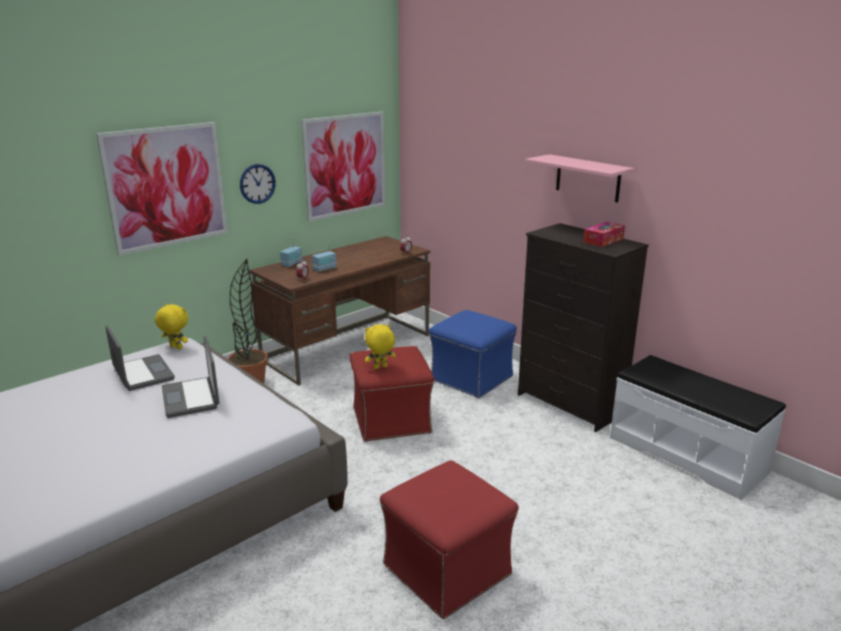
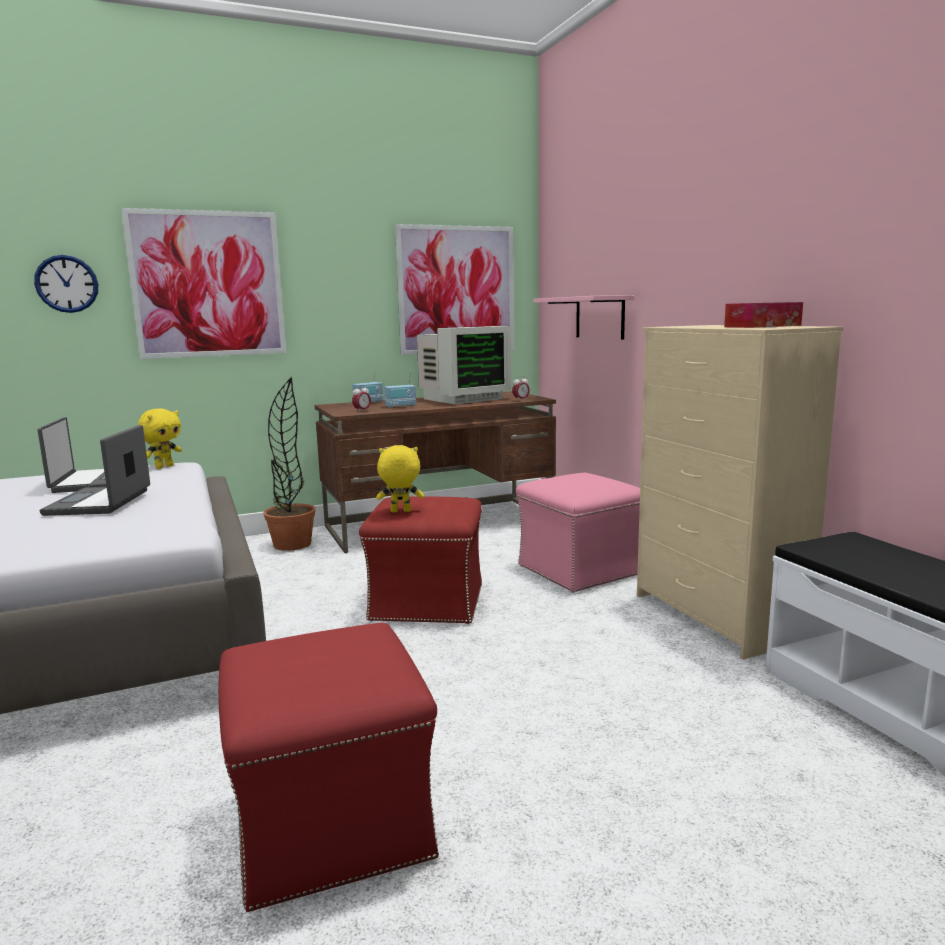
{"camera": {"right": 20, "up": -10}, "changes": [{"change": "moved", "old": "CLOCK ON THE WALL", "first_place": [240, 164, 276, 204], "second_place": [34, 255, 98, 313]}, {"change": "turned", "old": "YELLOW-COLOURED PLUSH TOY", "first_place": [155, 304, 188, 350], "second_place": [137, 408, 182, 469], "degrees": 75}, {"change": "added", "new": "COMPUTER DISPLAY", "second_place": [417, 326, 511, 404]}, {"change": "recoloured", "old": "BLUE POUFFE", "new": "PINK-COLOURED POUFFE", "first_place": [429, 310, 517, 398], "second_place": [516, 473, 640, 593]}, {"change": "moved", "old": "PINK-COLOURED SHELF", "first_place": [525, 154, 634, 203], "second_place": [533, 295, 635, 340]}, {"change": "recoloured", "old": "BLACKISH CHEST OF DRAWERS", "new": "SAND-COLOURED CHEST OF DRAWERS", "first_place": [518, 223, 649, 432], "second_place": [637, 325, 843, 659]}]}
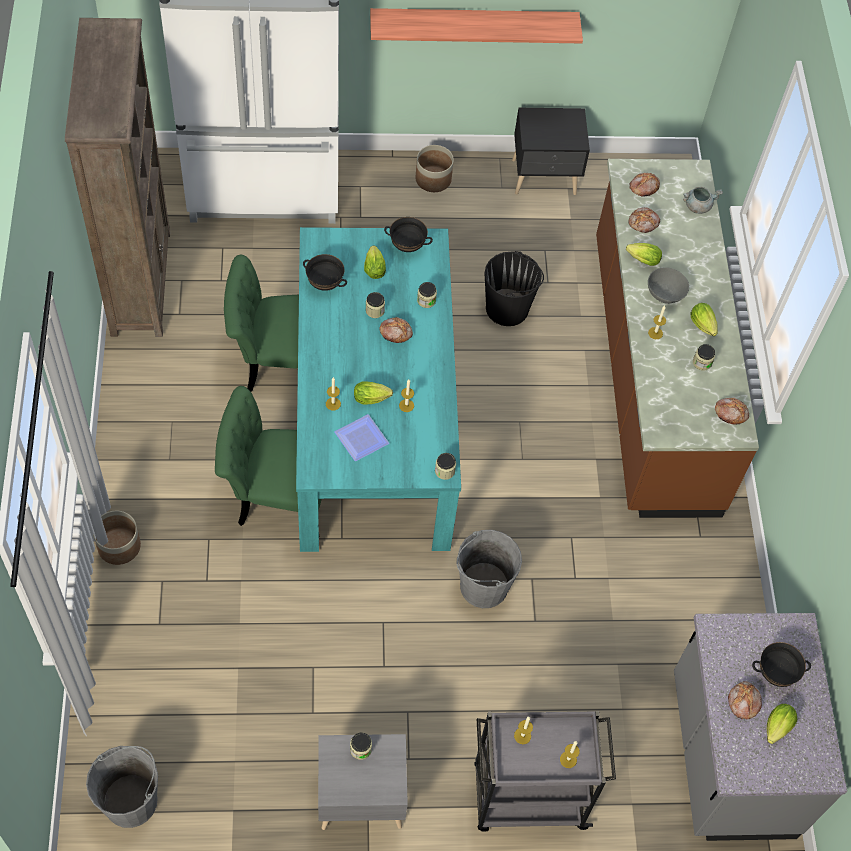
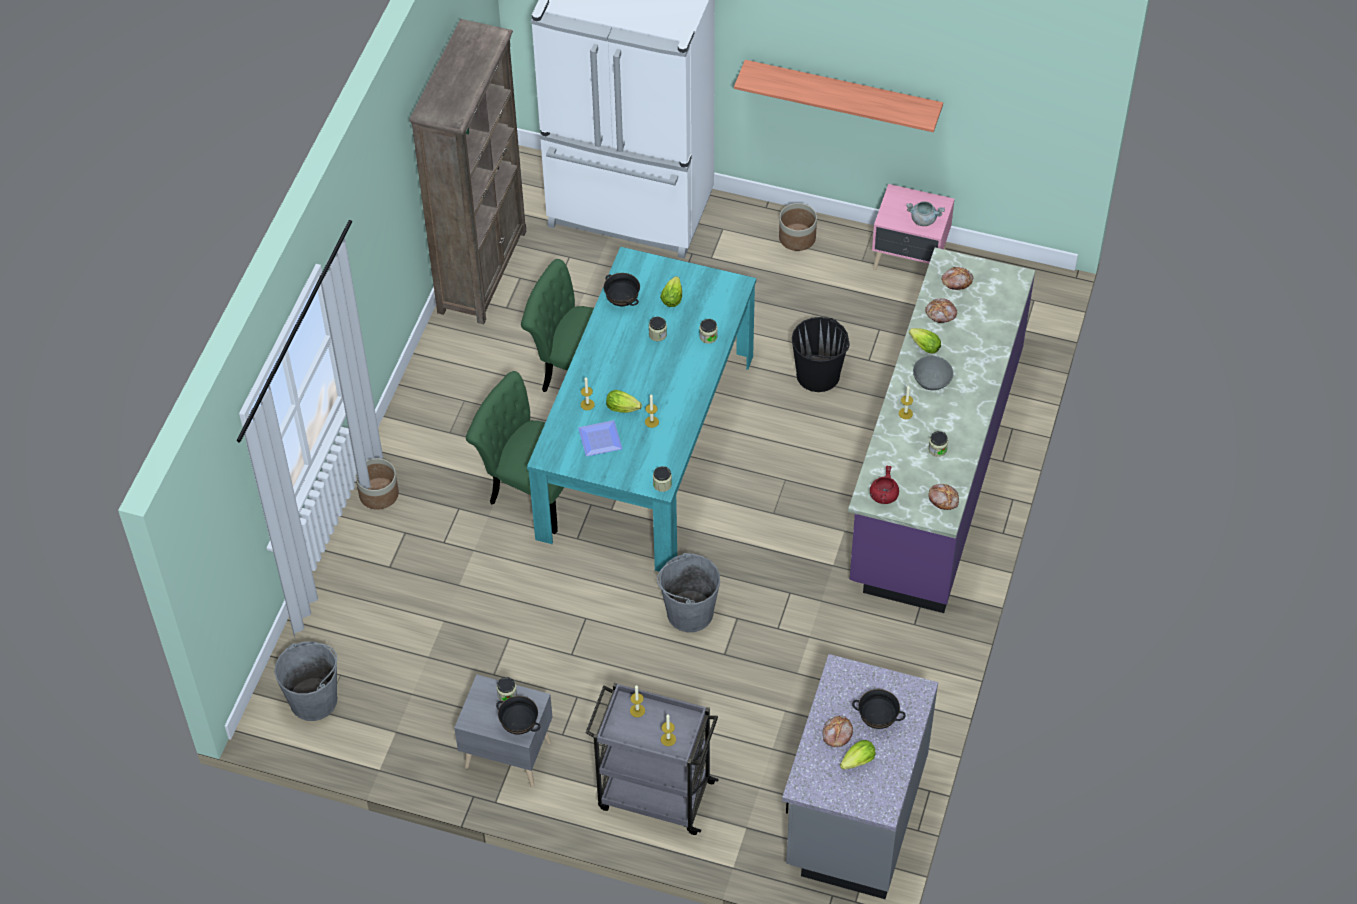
{"camera": {"right": 25, "up": -5}, "changes": [{"change": "moved", "old": "BLACKISH SERVING BOWL", "first_place": [384, 217, 433, 252], "second_place": [496, 696, 541, 735]}, {"change": "recoloured", "old": "BROWNISH KITCHEN COUNTER", "new": "PURPLE-COLOURED KITCHEN COUNTER", "first_place": [596, 159, 759, 518], "second_place": [848, 248, 1035, 613]}, {"change": "added", "new": "RED-COLOURED COOKING POT", "second_place": [870, 465, 899, 504]}, {"change": "recoloured", "old": "BLACKISH NIGHT TABLE", "new": "PINK-COLOURED NIGHT TABLE", "first_place": [512, 108, 590, 195], "second_place": [872, 184, 954, 270]}, {"change": "moved", "old": "GRAY COOKING POT", "first_place": [683, 187, 723, 214], "second_place": [906, 201, 945, 226]}, {"change": "removed", "old": "BAKERY BREAD", "first_place": [380, 317, 413, 343]}, {"change": "removed", "old": "HEAD OF LETTUCE", "first_place": [691, 303, 718, 336]}]}
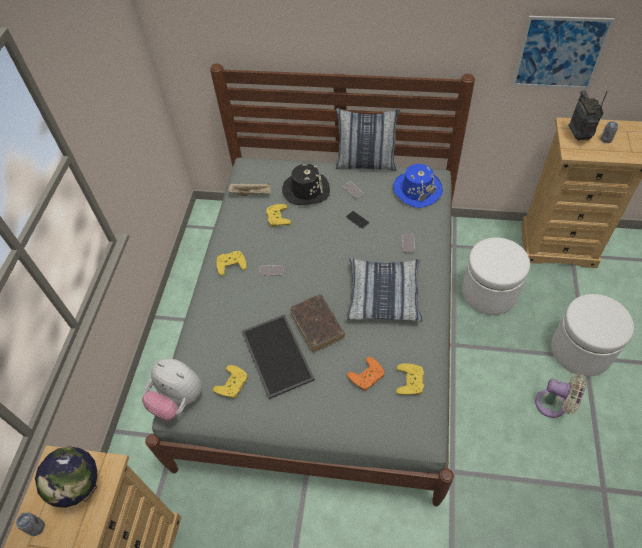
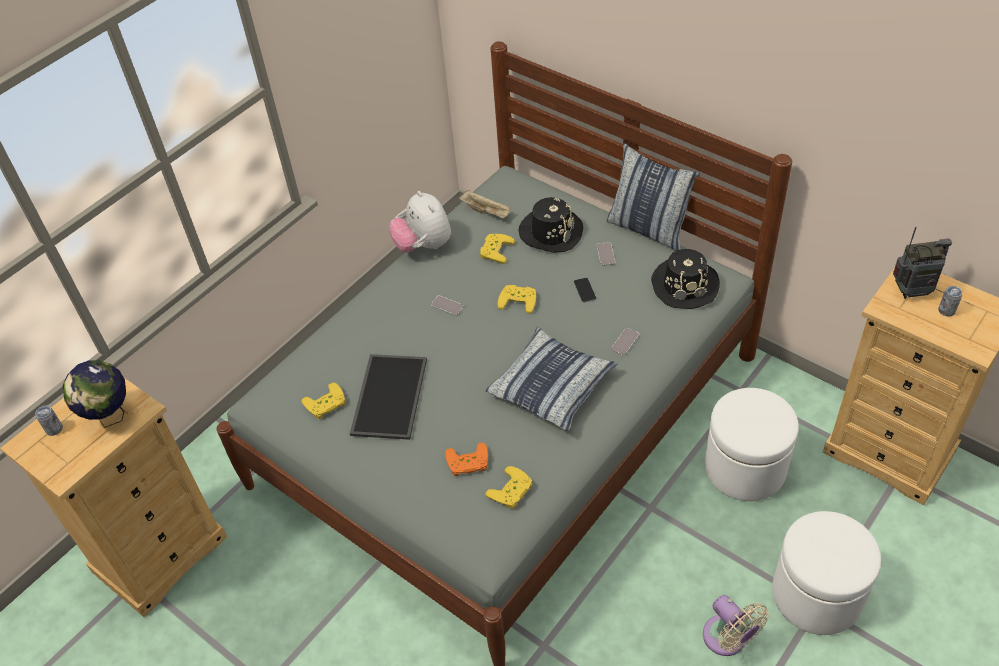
{"camera": {"right": 30, "up": -5}, "changes": [{"change": "moved", "old": "PLUSH TOY", "first_place": [142, 358, 202, 421], "second_place": [389, 191, 451, 253]}, {"change": "moved", "old": "YELLOW-COLOURED JOYPAD", "first_place": [216, 251, 247, 276], "second_place": [497, 285, 536, 314]}, {"change": "recoloured", "old": "BLUE HAT", "new": "BLACKISH HAT", "first_place": [393, 164, 443, 208], "second_place": [651, 249, 720, 309]}, {"change": "turned", "old": "RADIO SET", "first_place": [568, 90, 608, 141], "second_place": [893, 227, 952, 299], "degrees": 60}, {"change": "removed", "old": "BROWNISH BOOK", "first_place": [291, 294, 345, 352]}, {"change": "removed", "old": "WALL ART", "first_place": [512, 16, 615, 89]}]}
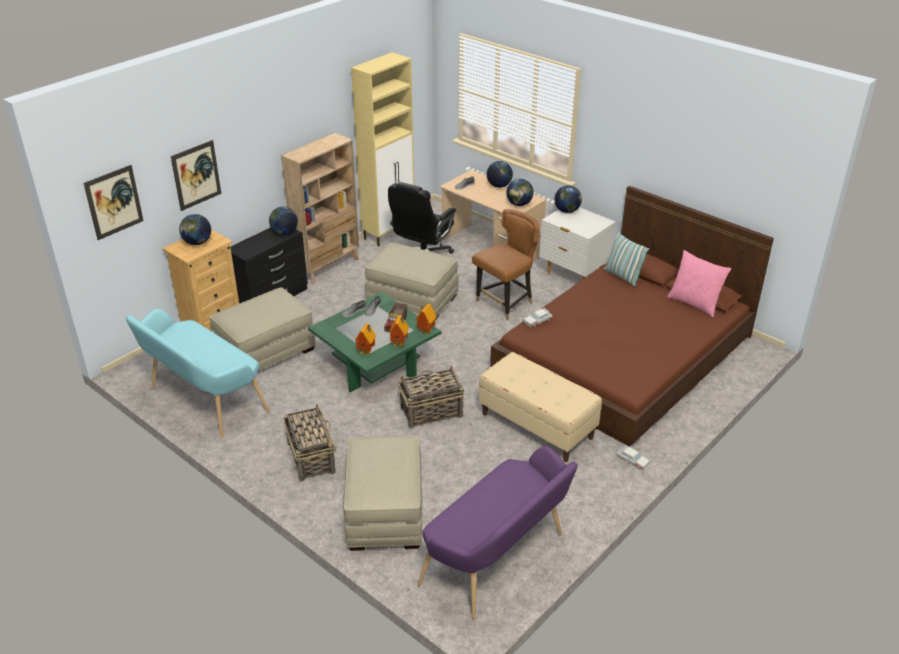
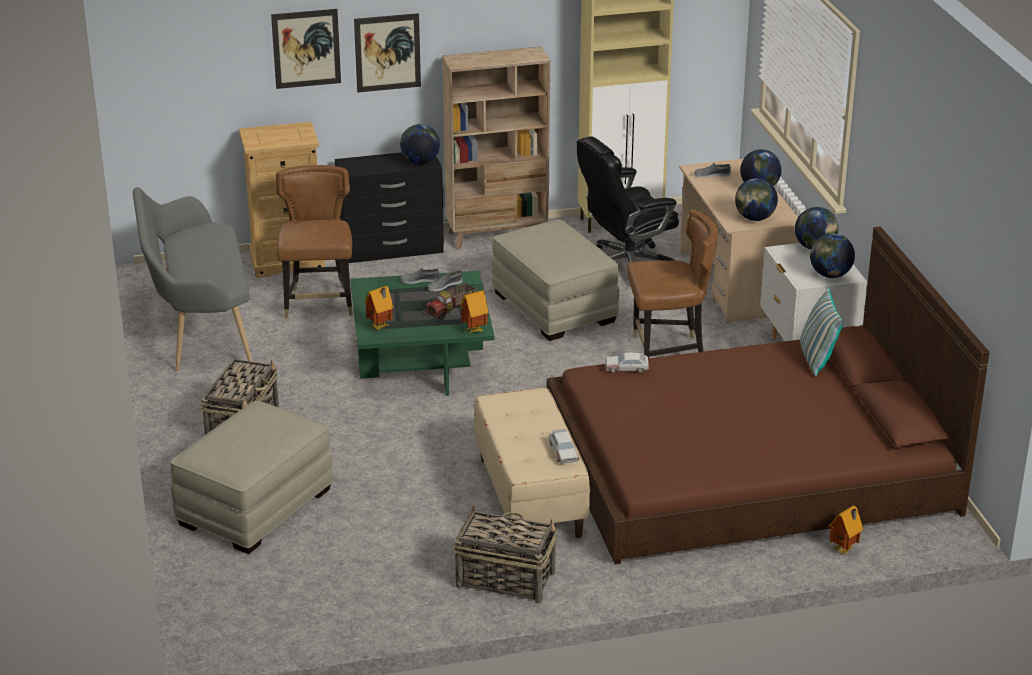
{"camera": {"right": 35, "up": -5}, "changes": [{"change": "recoloured", "old": "BLUE-GREEN BENCH", "new": "GRAY BENCH", "first_place": [126, 309, 270, 438], "second_place": [133, 187, 253, 371]}, {"change": "replaced", "old": "SAND-COLOURED POUFFE", "new": "BROWNISH UPRIGHT CHAIR", "first_place": [210, 287, 316, 371], "second_place": [276, 165, 353, 318]}, {"change": "moved", "old": "WALL ART", "first_place": [83, 165, 144, 240], "second_place": [354, 13, 421, 92]}, {"change": "moved", "old": "BASKET", "first_place": [398, 366, 464, 429], "second_place": [453, 505, 558, 604]}, {"change": "moved", "old": "MINIATURE CAR", "first_place": [617, 445, 650, 470], "second_place": [549, 429, 579, 464]}, {"change": "moved", "old": "GLOBE", "first_place": [179, 214, 211, 245], "second_place": [810, 233, 855, 278]}, {"change": "moved", "old": "TOY HOUSE", "first_place": [389, 315, 409, 347], "second_place": [829, 506, 863, 555]}, {"change": "removed", "old": "PURPLE-COLOURED BENCH", "first_place": [417, 446, 578, 619]}, {"change": "removed", "old": "PINK-COLOURED PILLOW", "first_place": [667, 250, 731, 317]}]}
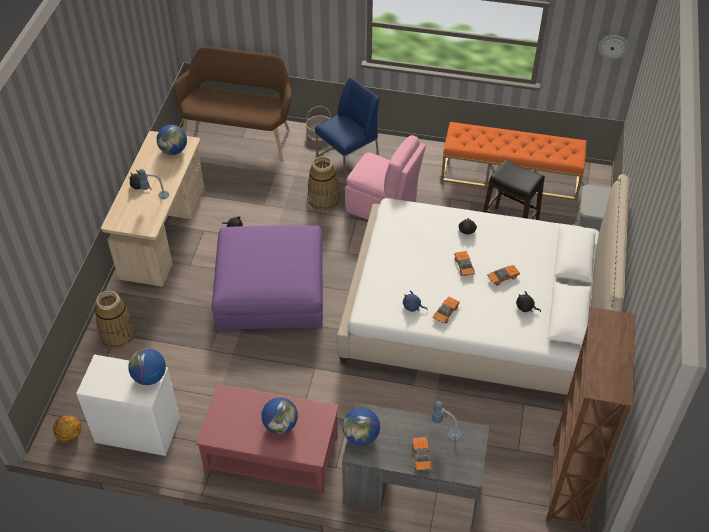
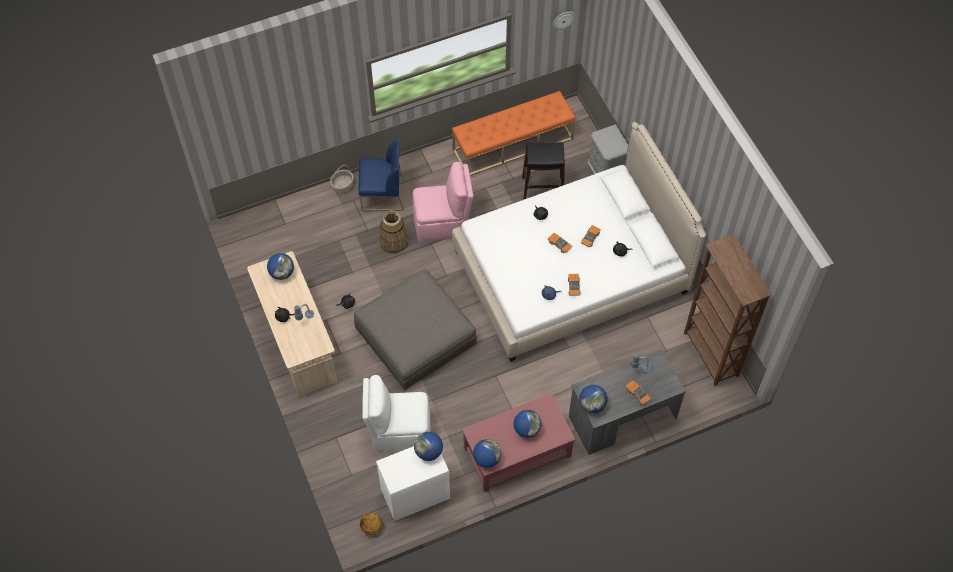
{"camera": {"right": -35, "up": 10}, "changes": [{"change": "recoloured", "old": "PURPLE-COLOURED POUFFE", "new": "GRAY POUFFE", "first_place": [212, 225, 323, 330], "second_place": [354, 269, 477, 390]}, {"change": "turned", "old": "BLUE UPRIGHT CHAIR", "first_place": [315, 77, 379, 179], "second_place": [359, 138, 404, 211], "degrees": 75}, {"change": "added", "new": "WHITE-COLOURED UPRIGHT CHAIR", "second_place": [362, 375, 430, 450]}, {"change": "added", "new": "GLOBE", "second_place": [473, 439, 501, 468]}, {"change": "removed", "old": "BASKET", "first_place": [95, 291, 136, 349]}, {"change": "removed", "old": "BROWNISH BENCH", "first_place": [174, 46, 291, 162]}]}
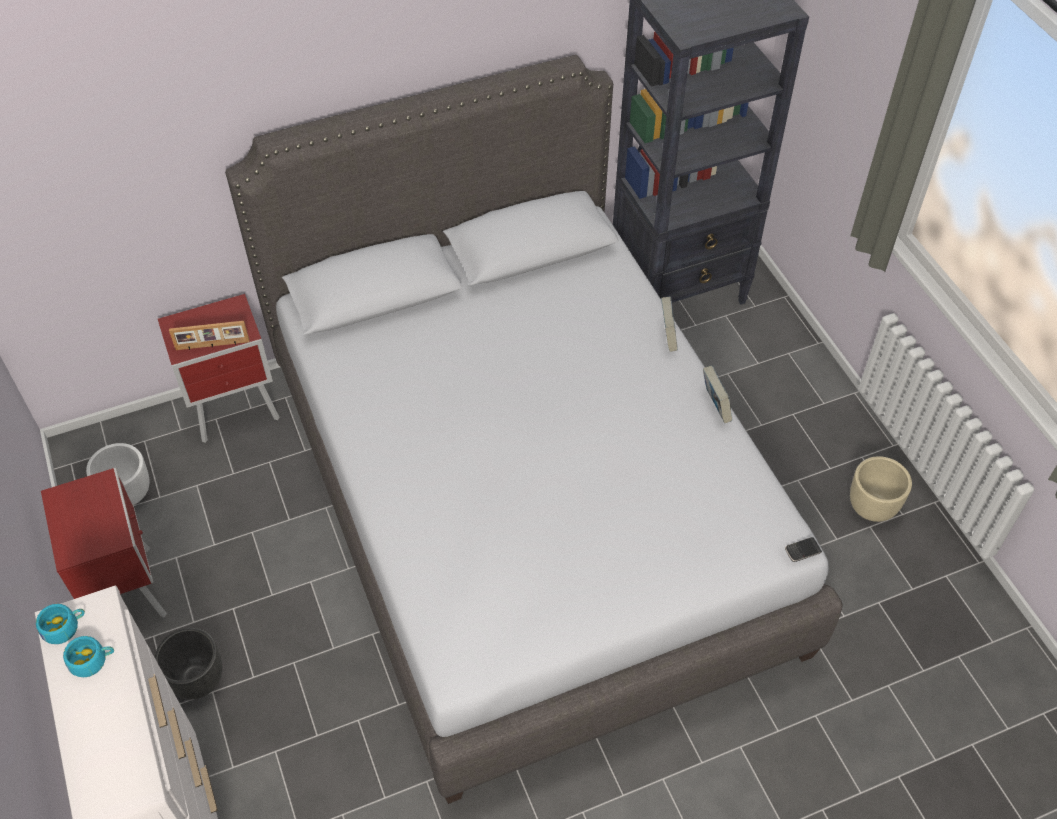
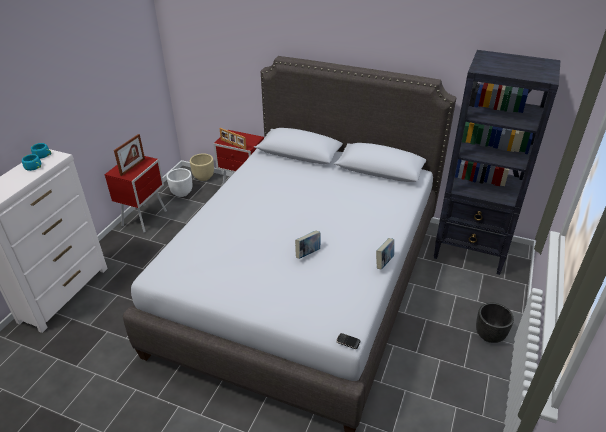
{"camera": {"right": 45, "up": -15}, "changes": [{"change": "added", "new": "STANDING FRAME", "second_place": [114, 134, 145, 176]}, {"change": "moved", "old": "SAND-COLOURED PLANTER", "first_place": [850, 456, 912, 522], "second_place": [190, 153, 214, 181]}, {"change": "moved", "old": "BOOK", "first_place": [661, 297, 678, 352], "second_place": [295, 230, 321, 259]}, {"change": "moved", "old": "BLACKISH PLANTER", "first_place": [154, 628, 222, 700], "second_place": [476, 303, 514, 343]}]}
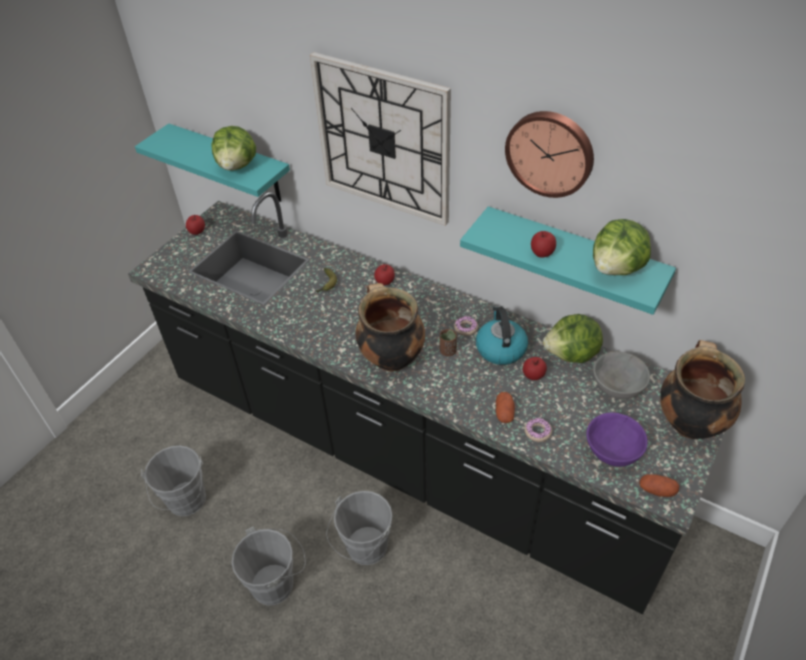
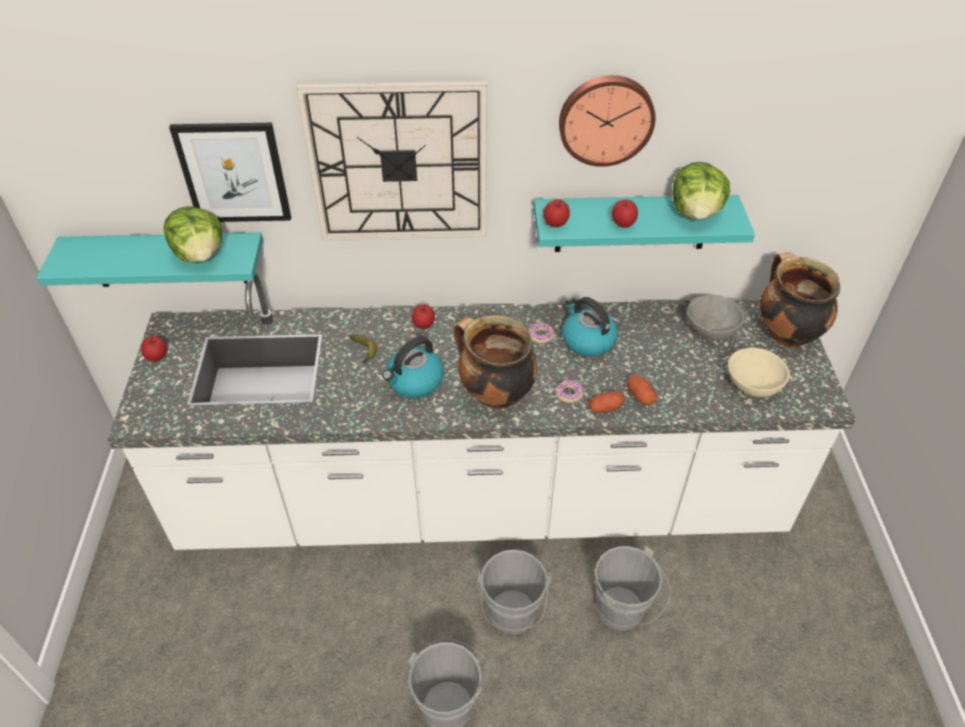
{"camera": {"right": -35, "up": 0}, "changes": [{"change": "recoloured", "old": "BLACKISH KITCHEN COUNTER", "new": "WHITE-COLOURED KITCHEN COUNTER", "first_place": [128, 192, 725, 614], "second_place": [107, 273, 856, 550]}, {"change": "added", "new": "WALL ART", "second_place": [169, 123, 291, 222]}, {"change": "added", "new": "TEA KETTLE", "second_place": [383, 337, 444, 398]}, {"change": "moved", "old": "APPLE FRUIT", "first_place": [523, 357, 547, 380], "second_place": [543, 199, 570, 227]}, {"change": "moved", "old": "DONUT", "first_place": [524, 418, 552, 442], "second_place": [555, 380, 583, 403]}, {"change": "moved", "old": "SPUD", "first_place": [639, 474, 679, 497], "second_place": [589, 391, 625, 413]}, {"change": "moved", "old": "GRAY PAIL", "first_place": [141, 446, 206, 516], "second_place": [595, 546, 671, 630]}, {"change": "recoloured", "old": "PURPLE-COLOURED SERVING BOWL", "new": "SAND-COLOURED SERVING BOWL", "first_place": [586, 412, 648, 467], "second_place": [728, 348, 790, 397]}, {"change": "removed", "old": "BROWNISH DRINKING CUP", "first_place": [440, 329, 457, 356]}, {"change": "removed", "old": "HEAD OF LETTUCE", "first_place": [543, 314, 603, 363]}]}
